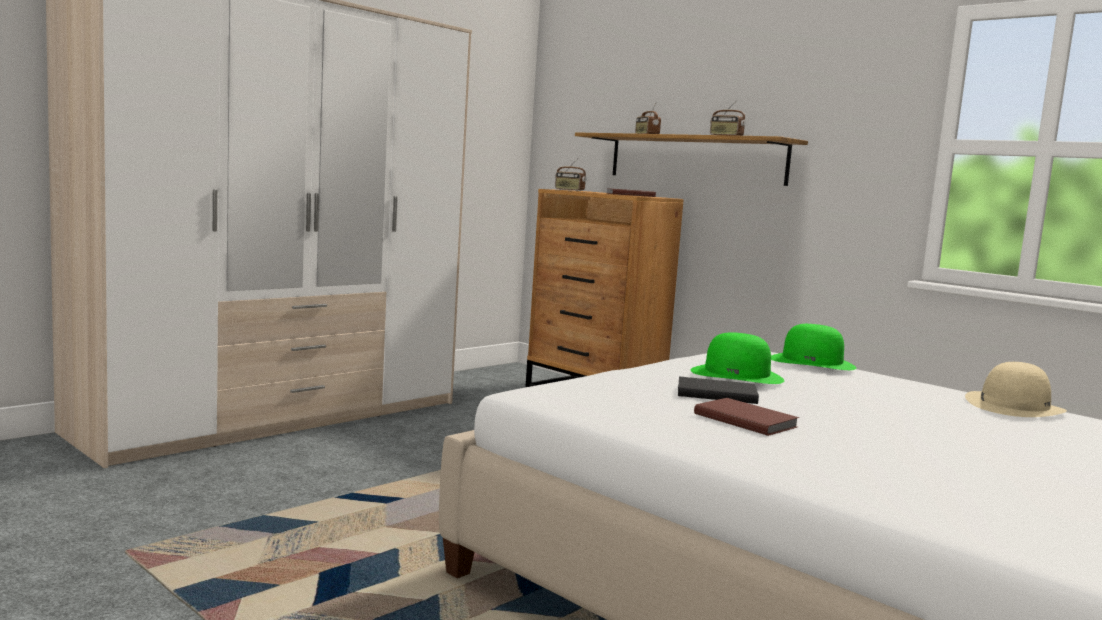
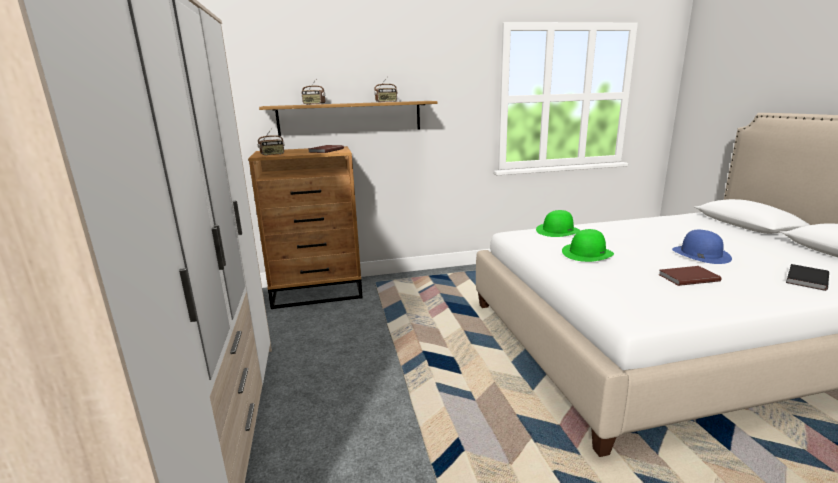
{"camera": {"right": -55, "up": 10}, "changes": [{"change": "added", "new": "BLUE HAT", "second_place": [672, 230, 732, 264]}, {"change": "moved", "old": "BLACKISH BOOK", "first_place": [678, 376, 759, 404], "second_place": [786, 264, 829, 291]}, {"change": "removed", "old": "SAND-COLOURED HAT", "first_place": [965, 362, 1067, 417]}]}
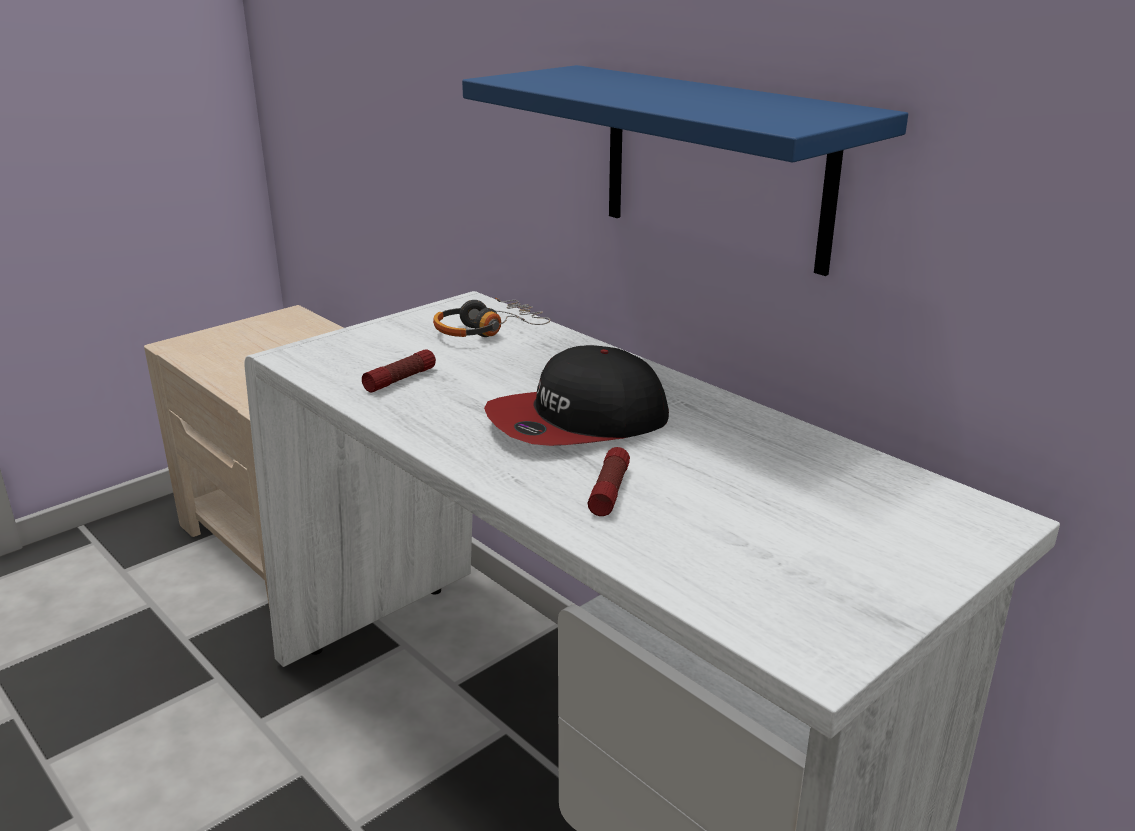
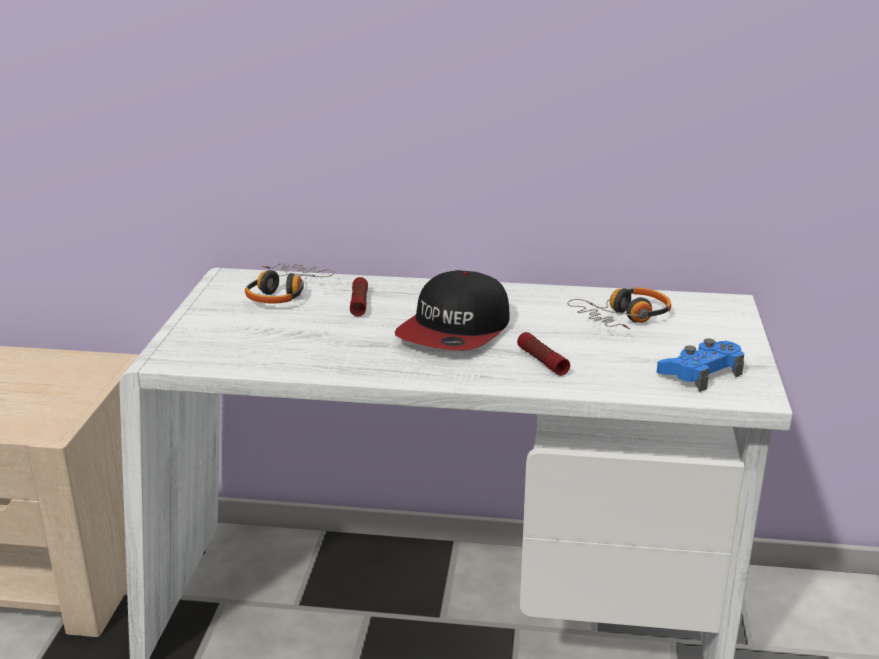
{"camera": {"right": -40, "up": 0}, "changes": [{"change": "moved", "old": "FLASHLIGHT", "first_place": [362, 349, 436, 392], "second_place": [350, 277, 368, 316]}, {"change": "added", "new": "HEADPHONES", "second_place": [567, 287, 671, 329]}, {"change": "added", "new": "BLUE JOYPAD", "second_place": [657, 338, 744, 392]}, {"change": "removed", "old": "BLUE SHELF", "first_place": [462, 65, 908, 276]}]}
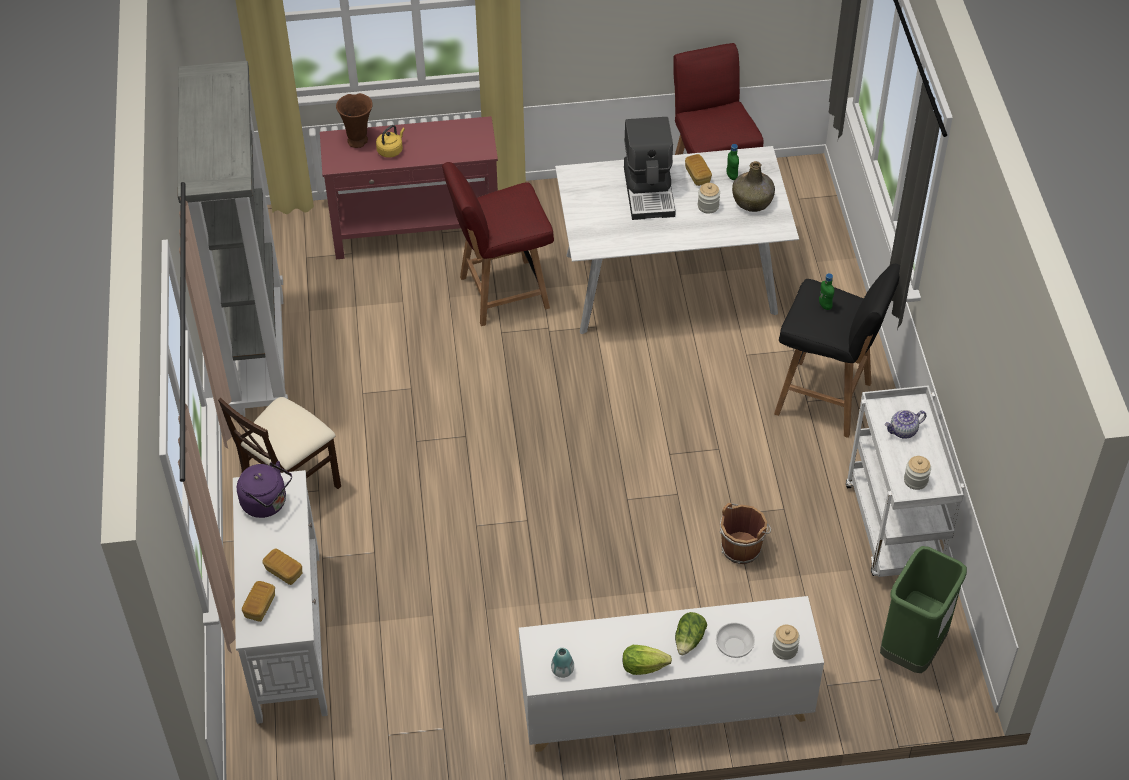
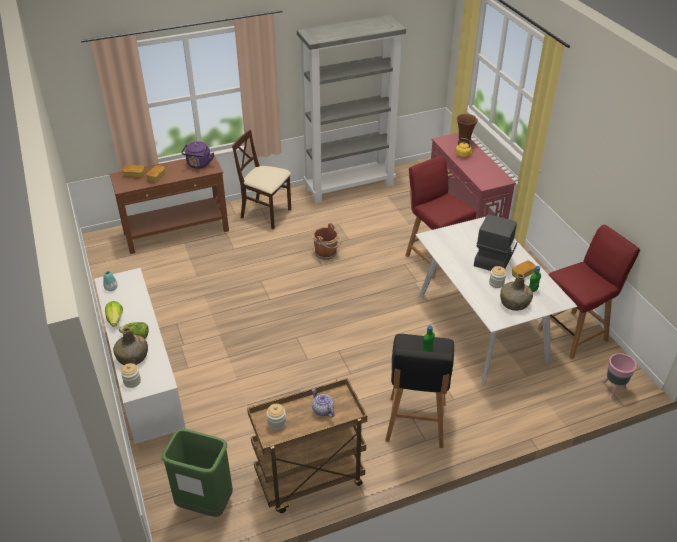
{"camera": {"right": 75, "up": -10}, "changes": [{"change": "recoloured", "old": "WHITE-COLOURED CONSOLE TABLE", "new": "BROWNISH CONSOLE TABLE", "first_place": [233, 470, 328, 724], "second_place": [109, 153, 229, 254]}, {"change": "replaced", "old": "SERVING BOWL", "new": "GREEN BEVERAGE BOTTLE", "first_place": [716, 623, 755, 658], "second_place": [113, 327, 148, 365]}, {"change": "recoloured", "old": "WHITE-COLOURED CART", "new": "BROWNISH CART", "first_place": [846, 385, 965, 577], "second_place": [247, 378, 367, 513]}, {"change": "moved", "old": "BROWNISH PAIL", "first_place": [720, 503, 771, 564], "second_place": [313, 223, 341, 260]}, {"change": "turned", "old": "COFFEE MACHINE", "first_place": [624, 117, 676, 220], "second_place": [474, 214, 518, 271], "degrees": 135}, {"change": "added", "new": "PINK-COLOURED PLANTER", "second_place": [603, 353, 637, 398]}]}
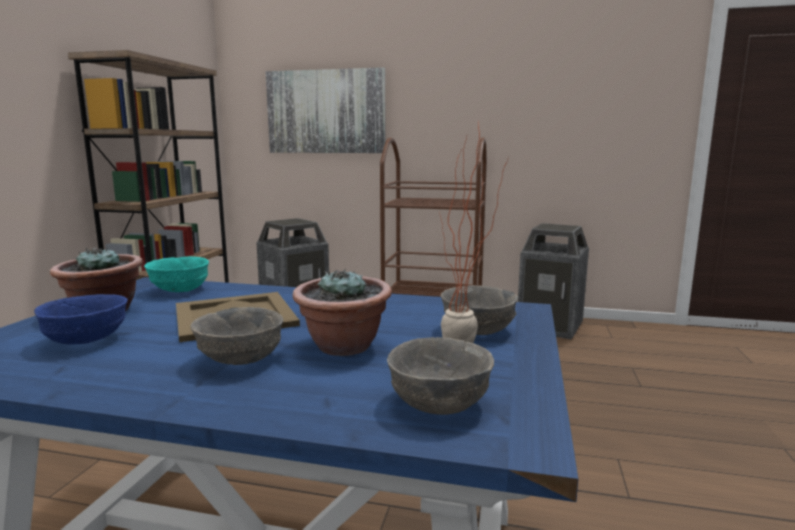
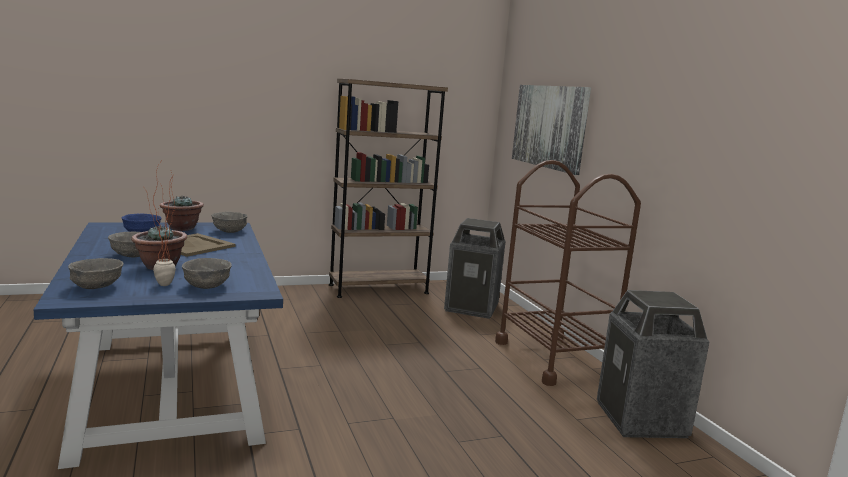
{"camera": {"right": 55, "up": 0}, "changes": [{"change": "recoloured", "old": "BLUE-GREEN SERVING BOWL", "new": "GRAY SERVING BOWL", "first_place": [144, 256, 209, 292], "second_place": [211, 212, 248, 233]}]}
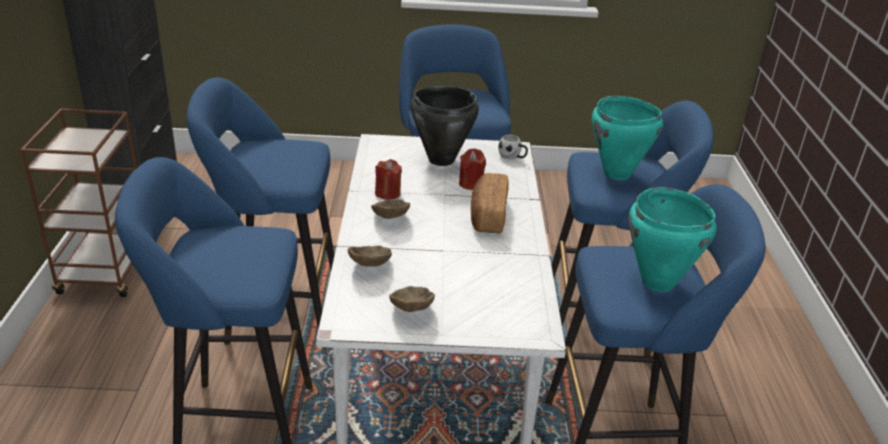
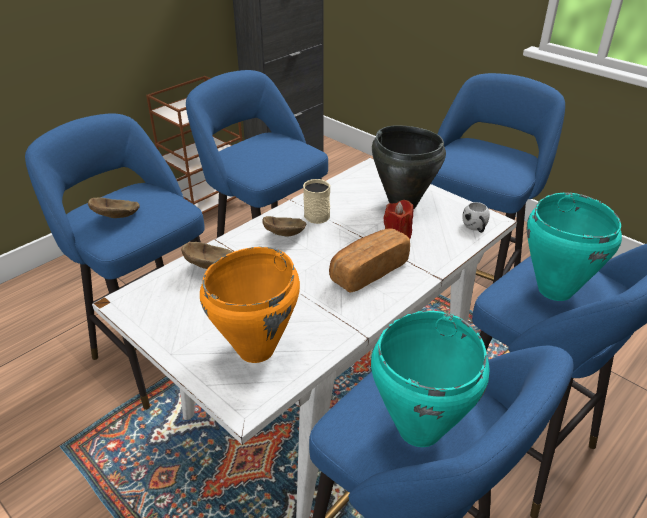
{"camera": {"right": 45, "up": 5}, "changes": [{"change": "moved", "old": "BROWNISH SERVING BOWL", "first_place": [389, 286, 435, 312], "second_place": [88, 197, 140, 218]}, {"change": "added", "new": "ORANGE-COLOURED COOKING POT", "second_place": [200, 247, 300, 363]}, {"change": "replaced", "old": "RED-COLOURED CANDLE", "new": "SAND-COLOURED TEA MUG", "first_place": [375, 159, 402, 200], "second_place": [303, 179, 330, 224]}]}
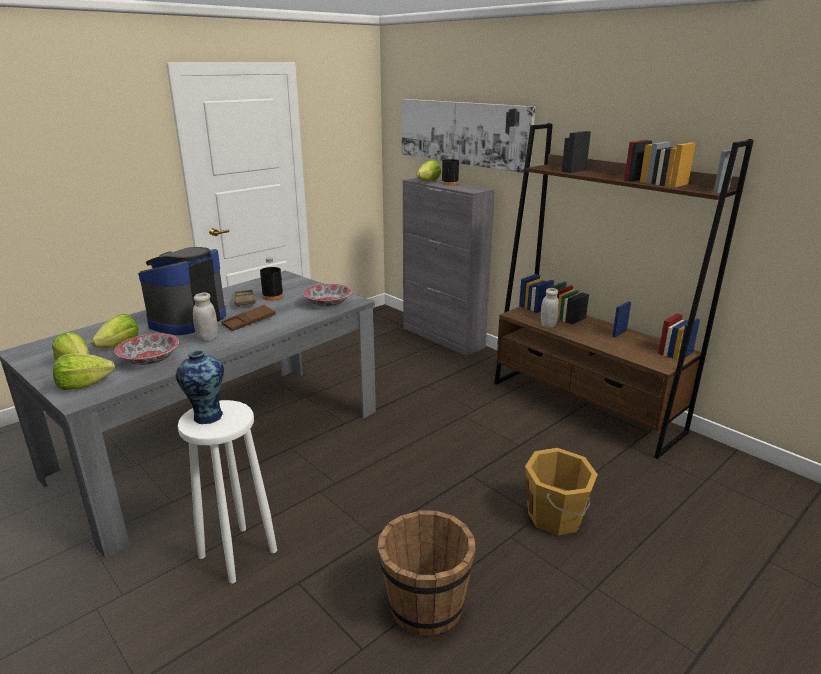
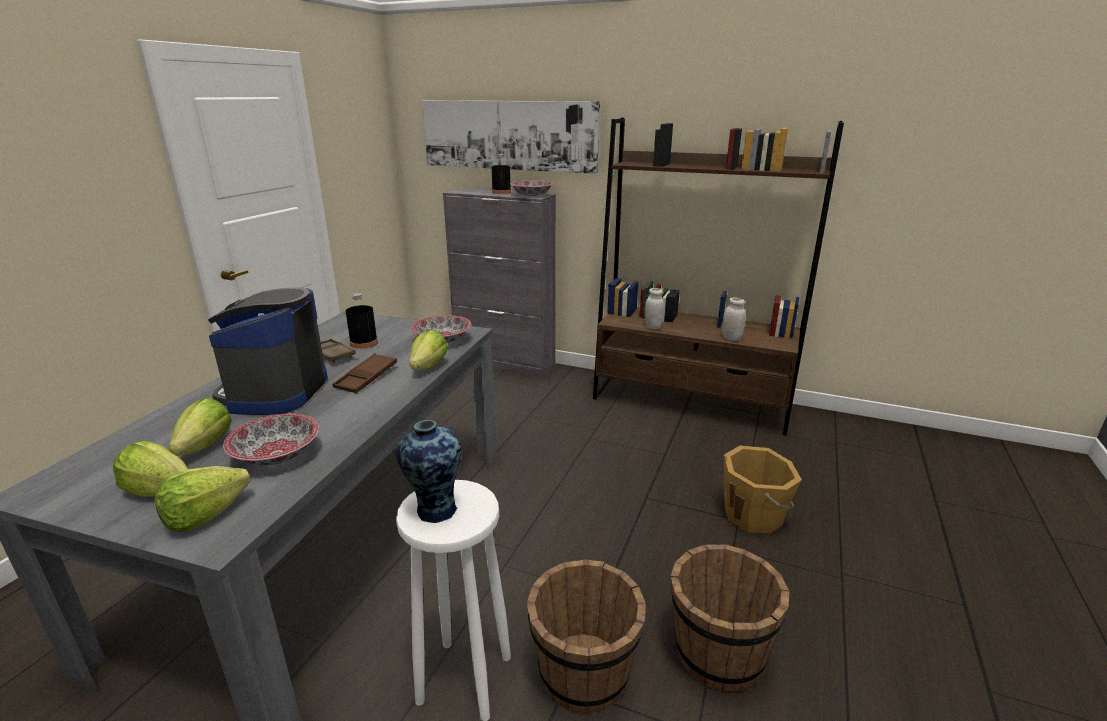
{"camera": {"right": -25, "up": 0}, "changes": [{"change": "moved", "old": "HEAD OF LETTUCE", "first_place": [416, 160, 441, 181], "second_place": [410, 330, 448, 370]}, {"change": "added", "new": "SERVING BOWL", "second_place": [510, 180, 554, 196]}, {"change": "added", "new": "BROWNISH PAIL", "second_place": [527, 559, 646, 714]}, {"change": "moved", "old": "WHITE-COLOURED STORAGE JAR", "first_place": [193, 293, 218, 342], "second_place": [722, 297, 746, 341]}]}
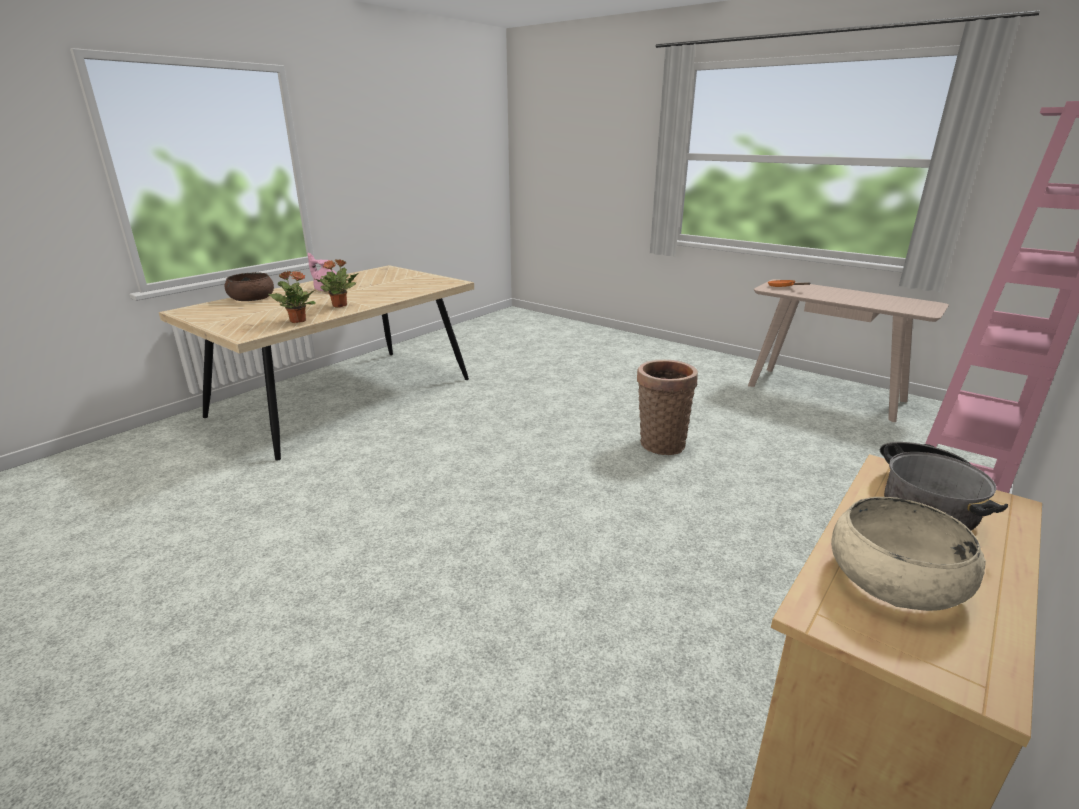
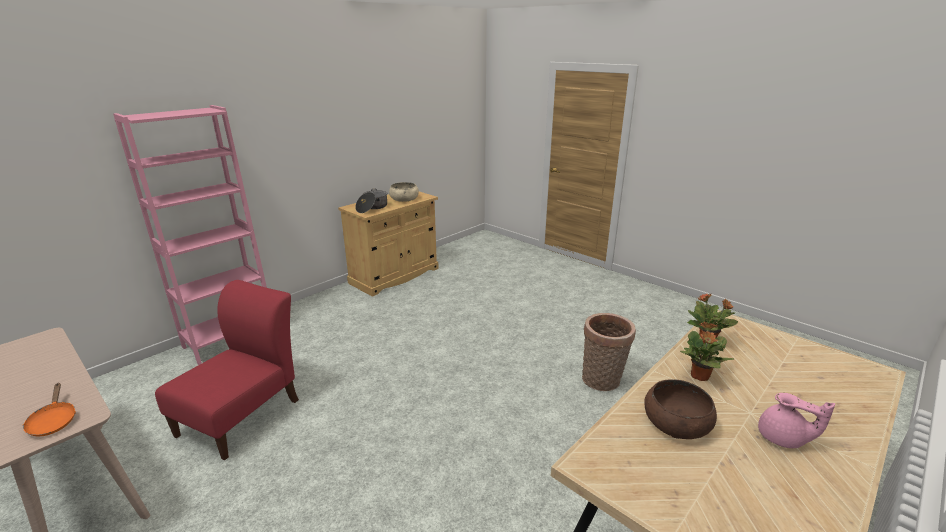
{"camera": {"right": -175, "up": 0}, "changes": [{"change": "added", "new": "RED-COLOURED UPRIGHT CHAIR", "second_place": [155, 280, 299, 460]}, {"change": "moved", "old": "BASKET", "first_place": [637, 360, 698, 455], "second_place": [582, 313, 636, 391]}, {"change": "moved", "old": "BROWNISH SERVING BOWL", "first_place": [224, 272, 274, 301], "second_place": [644, 379, 717, 439]}]}
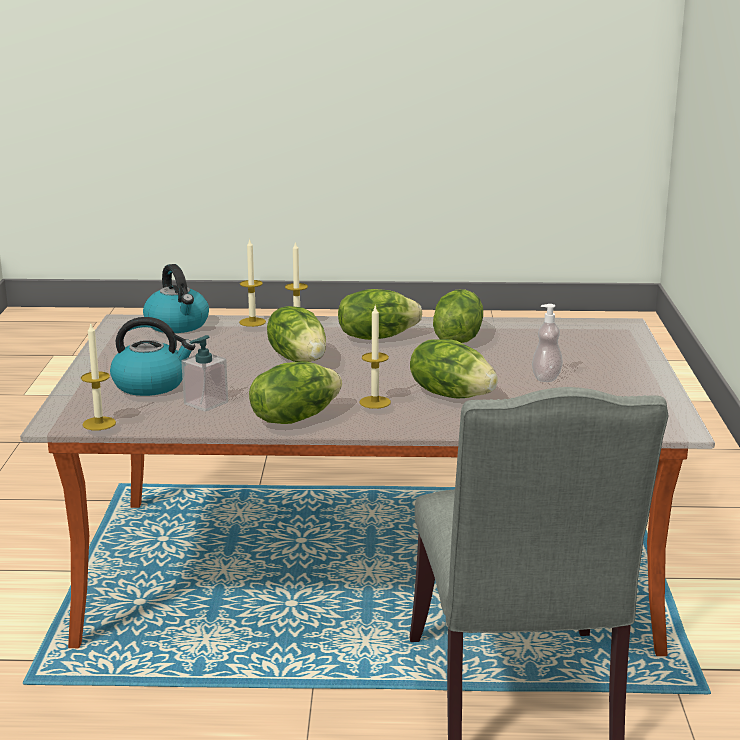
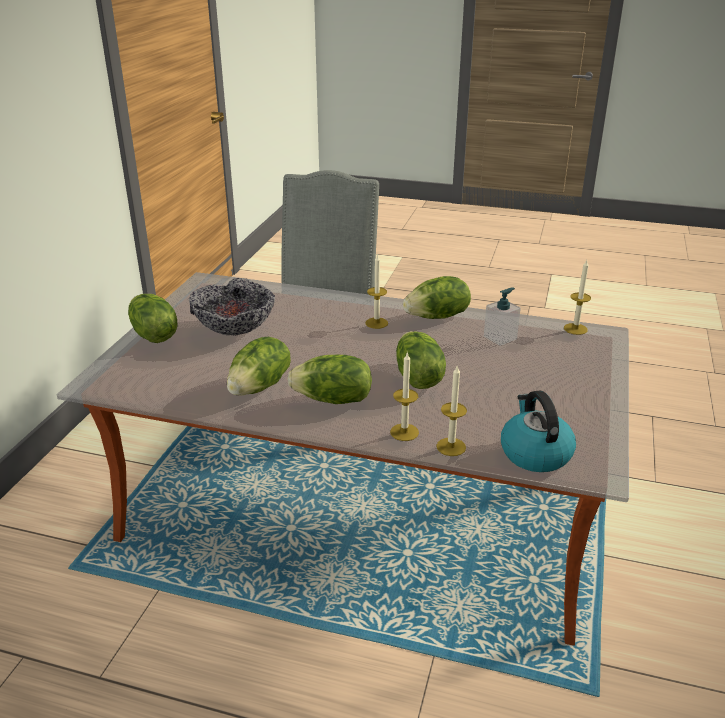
{"camera": {"right": -165, "up": 10}, "changes": [{"change": "moved", "old": "HEAD OF LETTUCE", "first_place": [410, 339, 498, 398], "second_place": [128, 294, 178, 343]}, {"change": "replaced", "old": "SOAP DISPENSER", "new": "SERVING BOWL", "first_place": [532, 304, 563, 382], "second_place": [189, 278, 275, 335]}, {"change": "removed", "old": "TEA KETTLE", "first_place": [110, 317, 195, 396]}]}
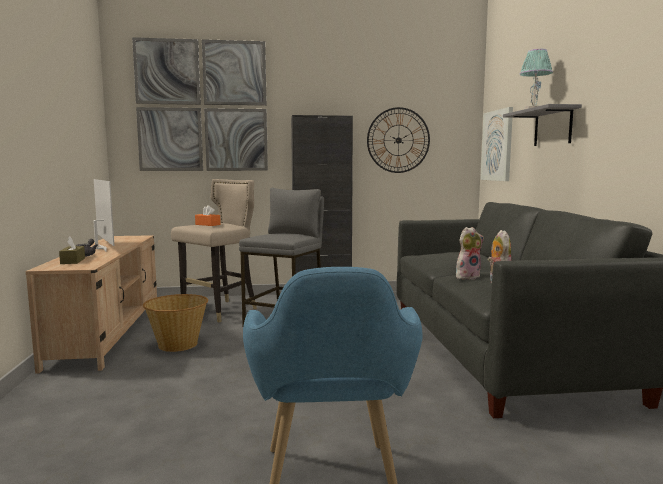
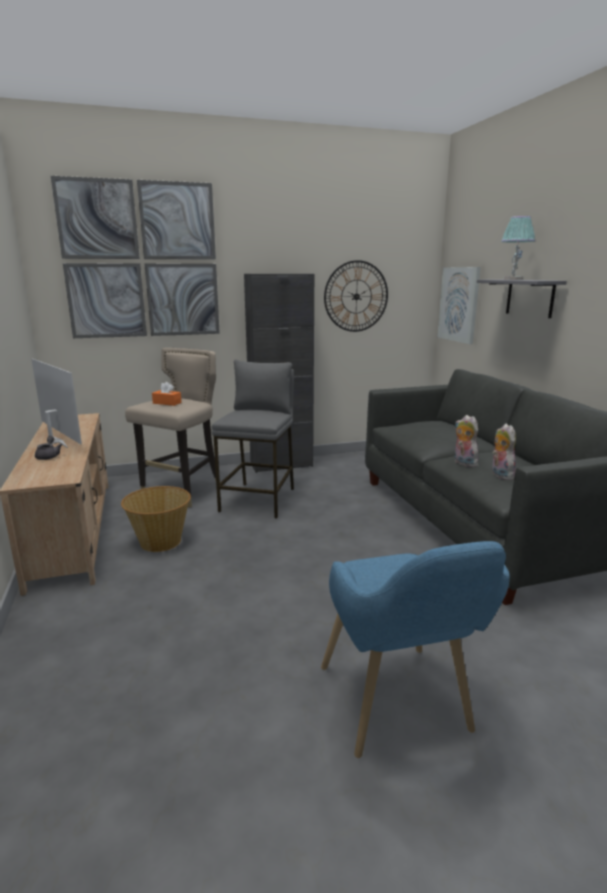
{"camera": {"right": -10, "up": 10}, "changes": [{"change": "turned", "old": "PLUSH TOY", "first_place": [456, 227, 484, 280], "second_place": [454, 415, 478, 467], "degrees": -90}, {"change": "removed", "old": "BROWNISH BOX OF TISSUES", "first_place": [59, 236, 85, 264]}]}
